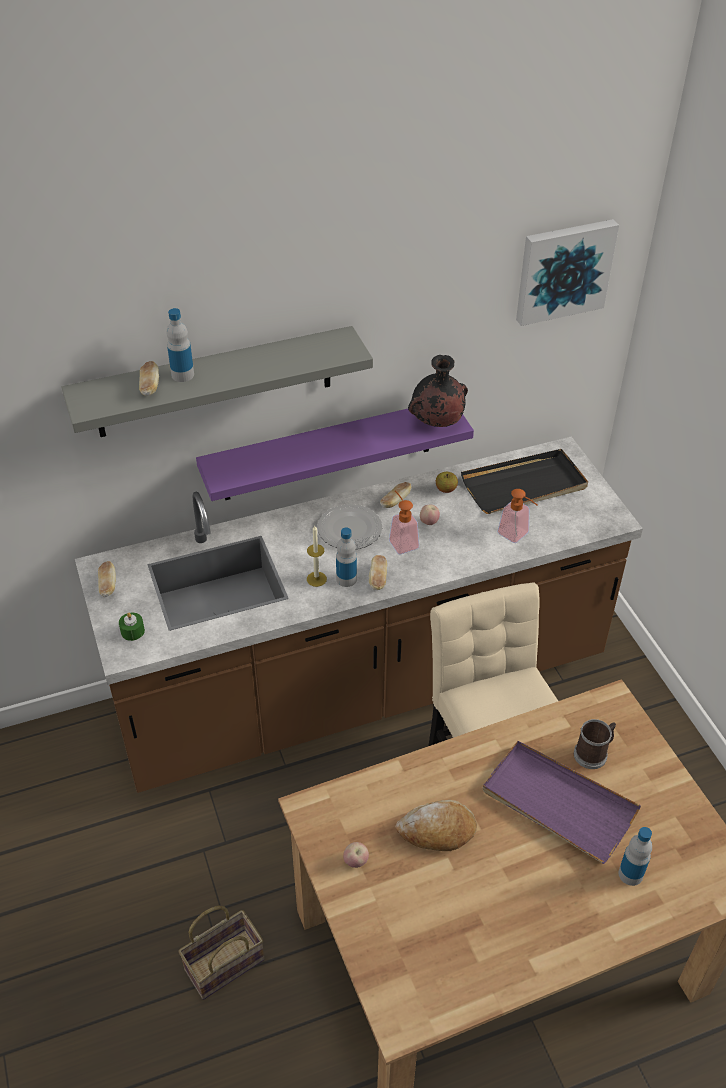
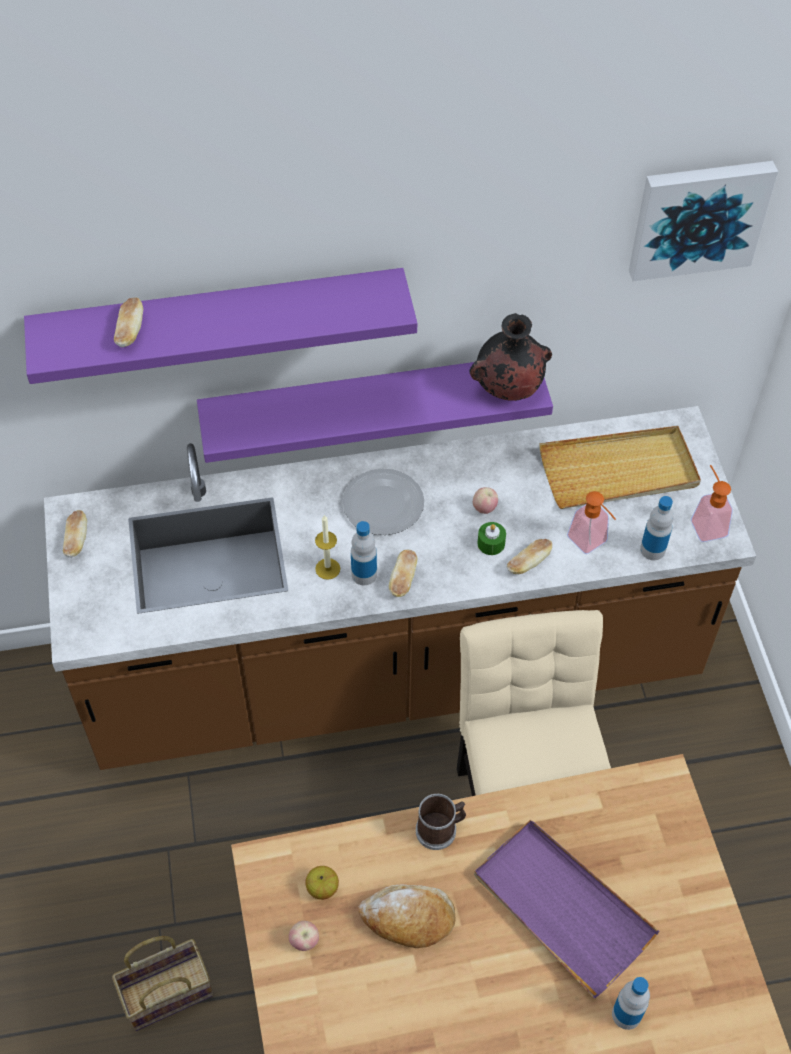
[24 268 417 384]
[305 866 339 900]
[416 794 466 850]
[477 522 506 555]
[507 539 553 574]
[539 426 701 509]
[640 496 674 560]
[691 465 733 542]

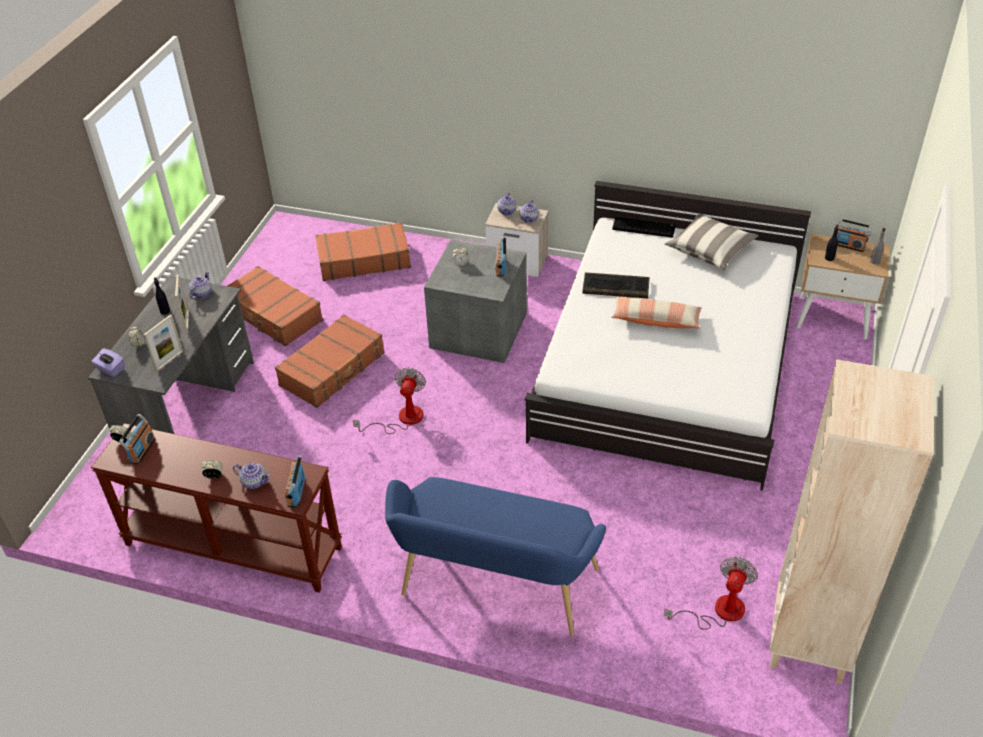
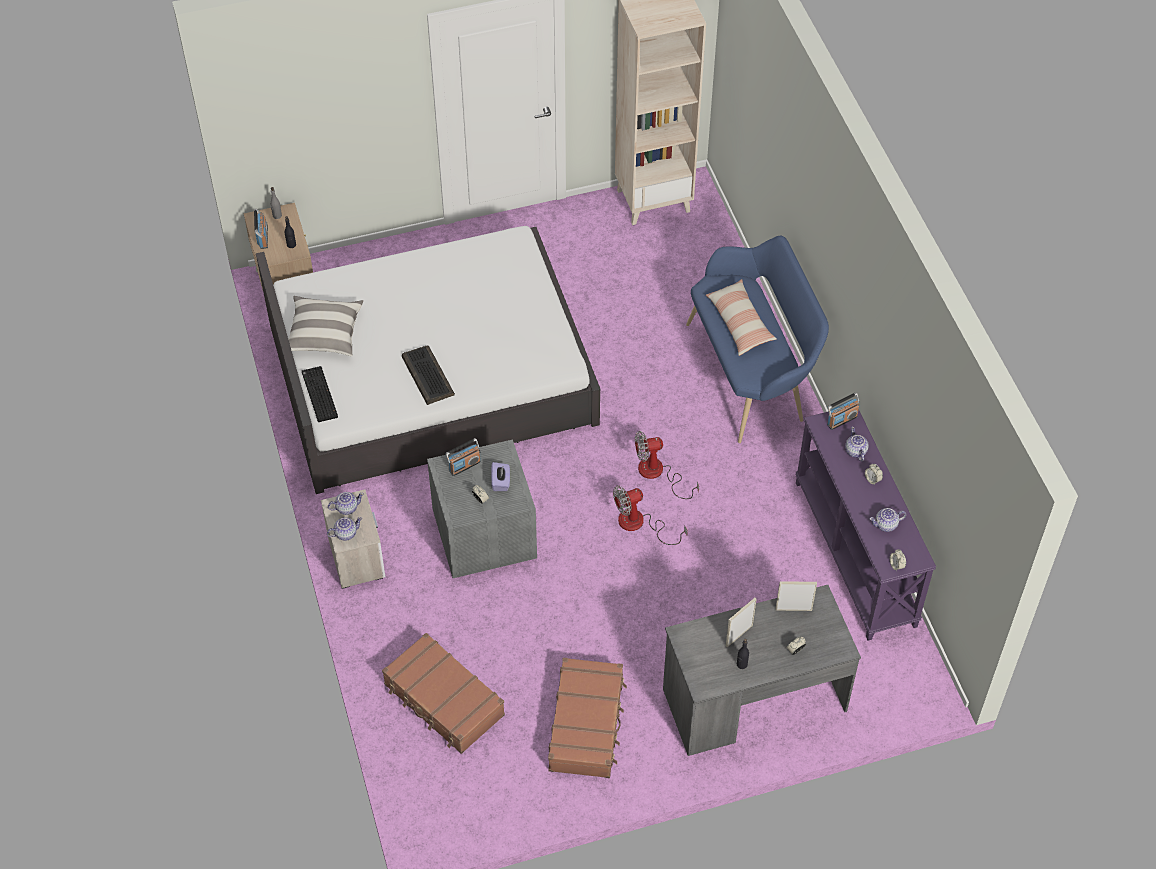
[491 462 510 491]
[635 431 699 499]
[706 279 777 356]
[795 410 936 641]
[869 508 906 532]
[119 414 155 464] (first image)
[275 314 384 408] (first image)

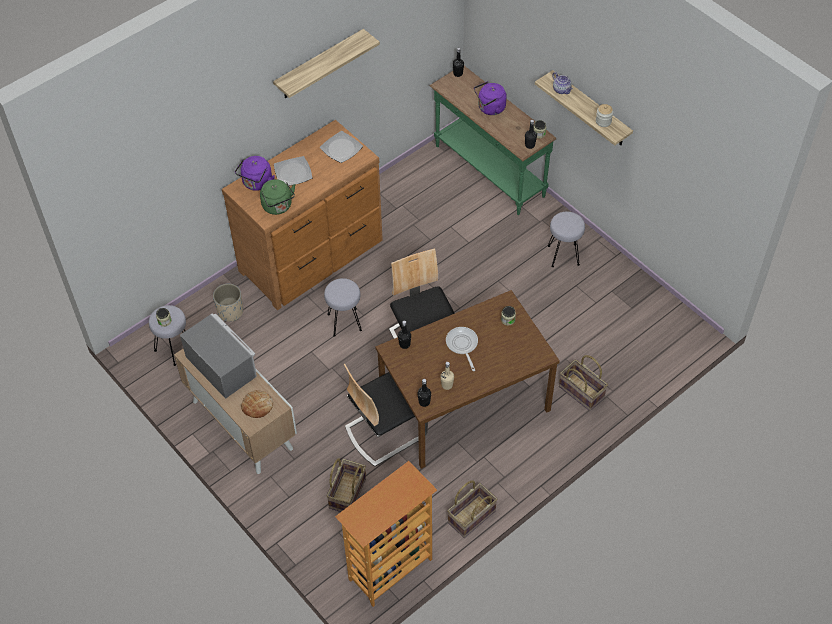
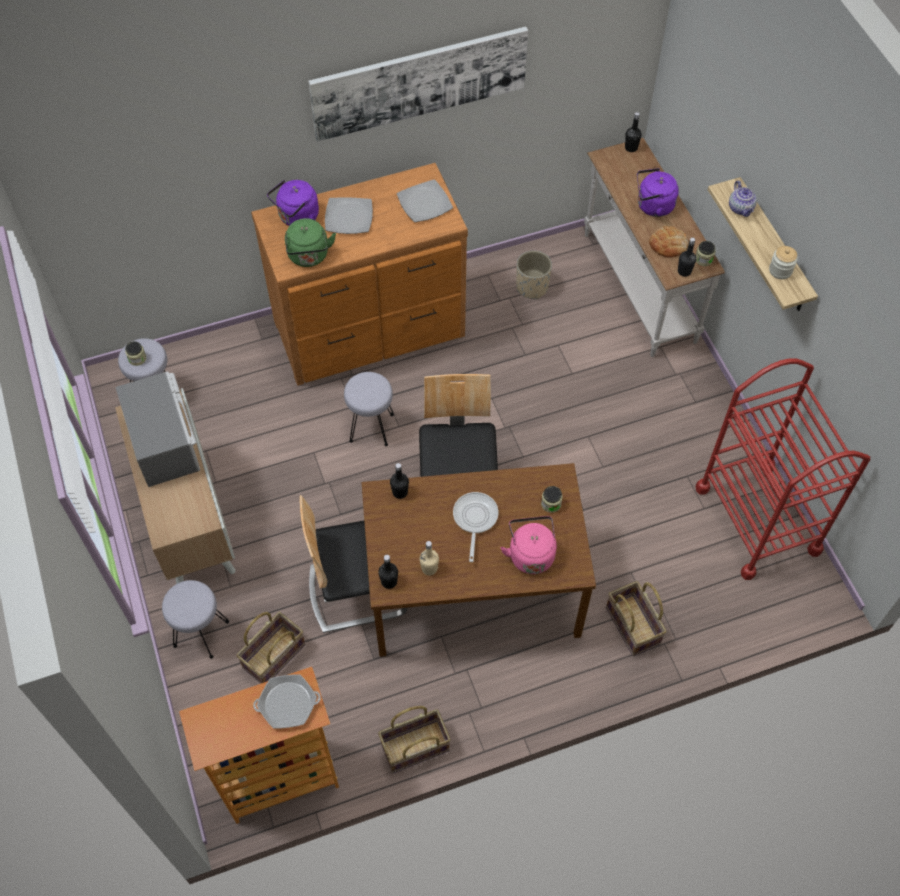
[162 580 229 659]
[253 674 321 728]
[308 27 528 142]
[501 516 557 574]
[516 251 552 299]
[584 138 725 357]
[649 226 688 258]
[696 358 870 580]

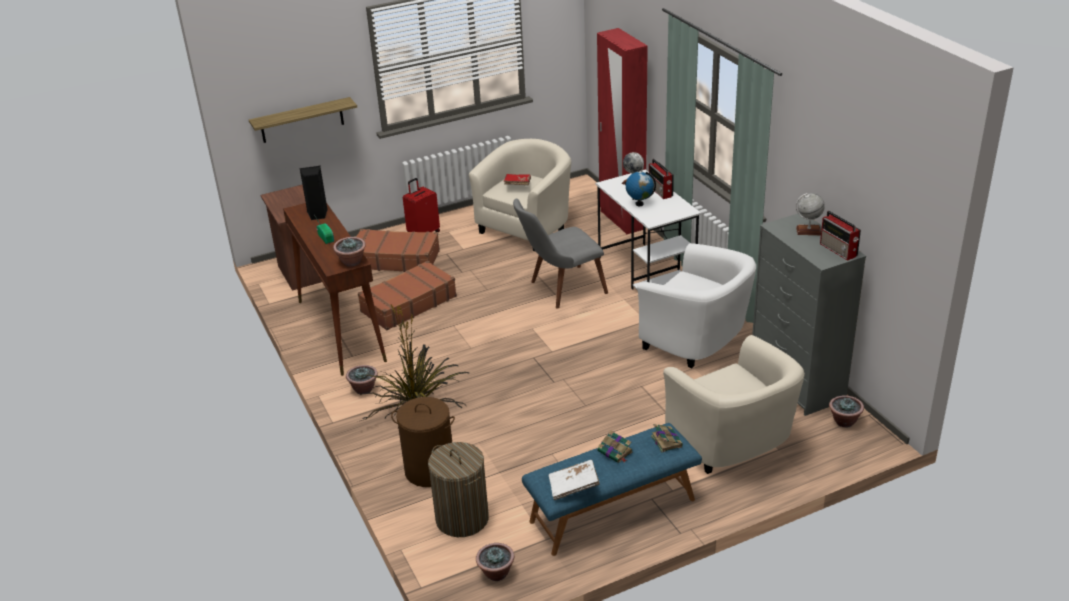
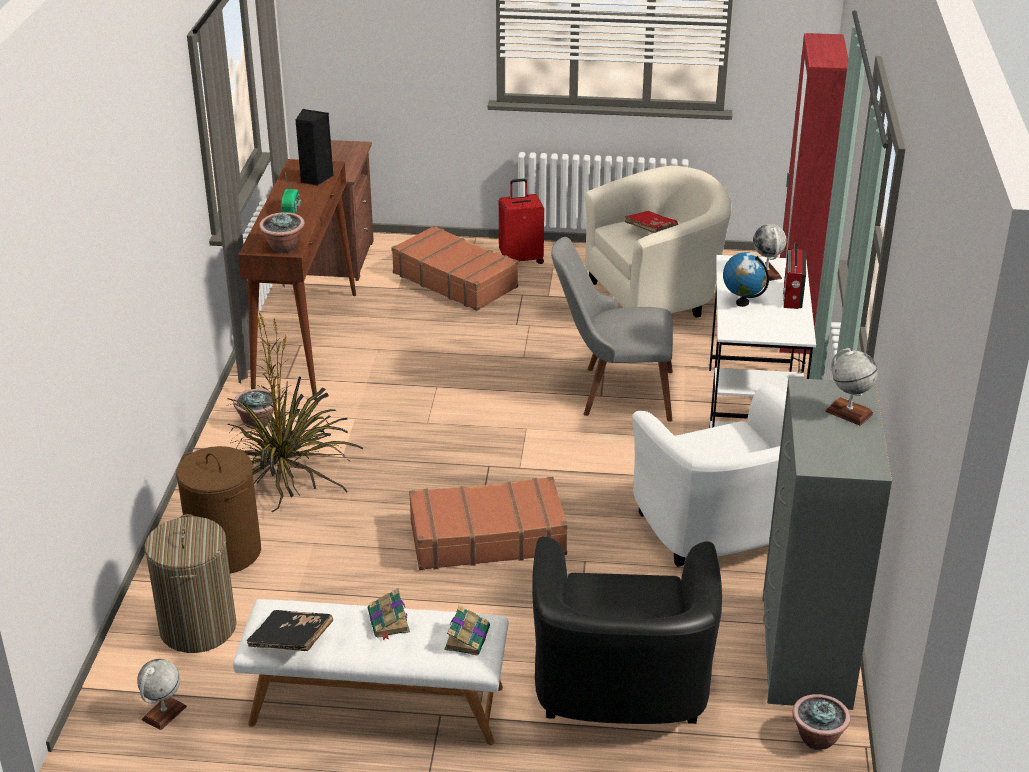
[137 659 187 730]
[233 599 508 745]
[247 610 333 651]
[409 477 568 570]
[532 536 722 724]
[249 97 357 143] (first image)
[820 211 861 261] (first image)

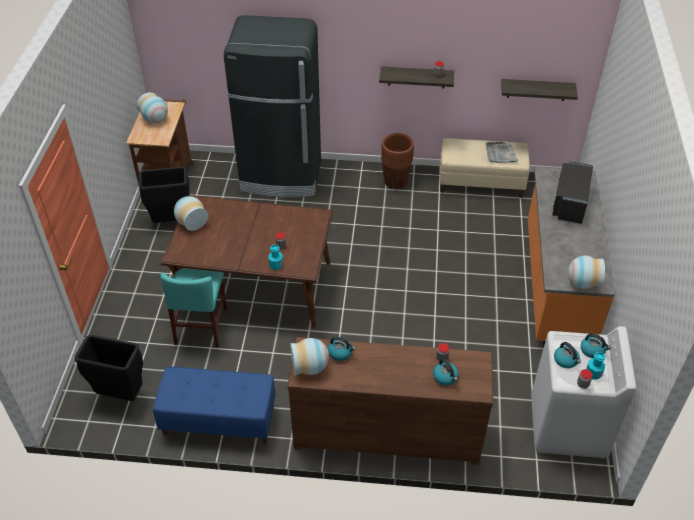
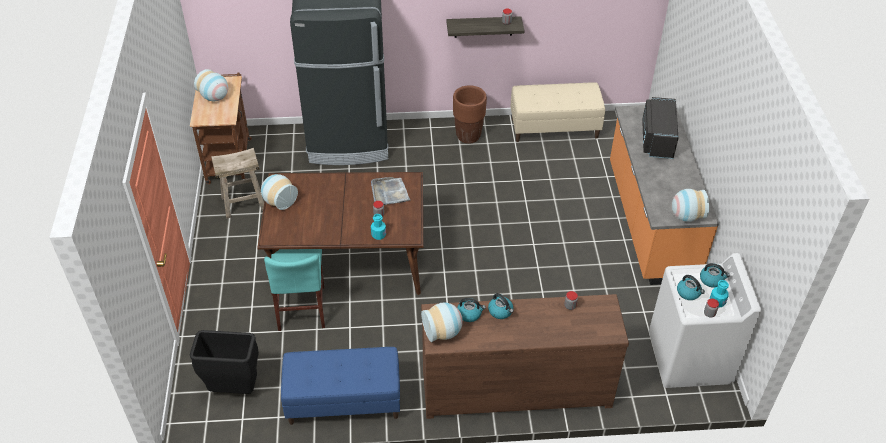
[211 148 264 219]
[371 177 410 205]
[488 293 514 319]
[501 79 578 101] (first image)

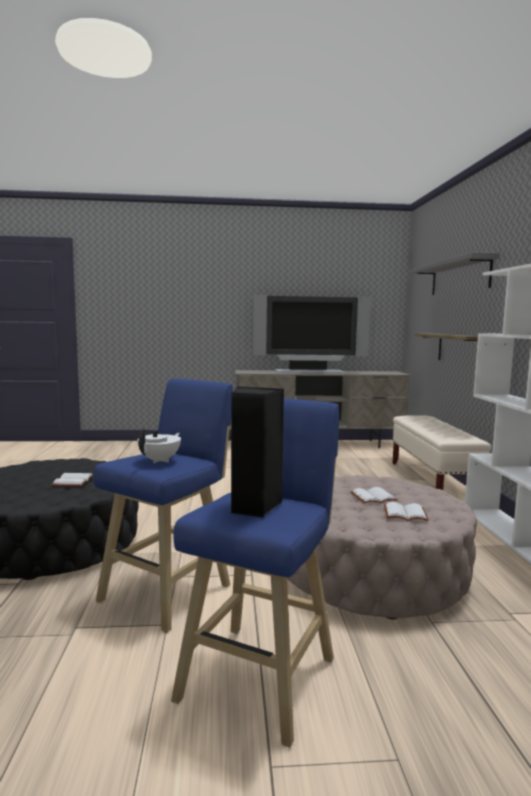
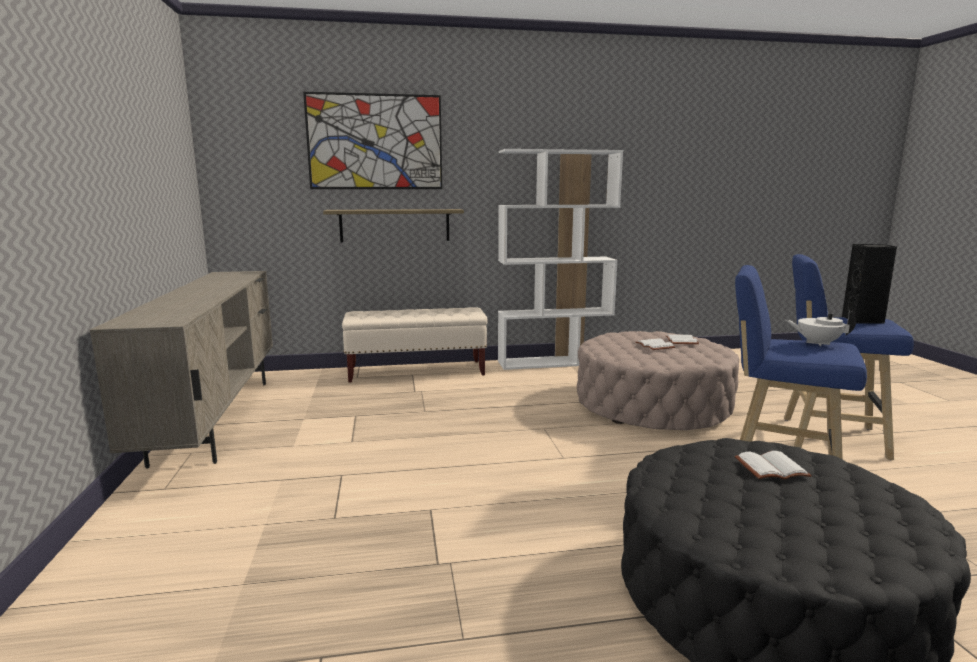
[303 92 442 189]
[253 295 371 373] (first image)

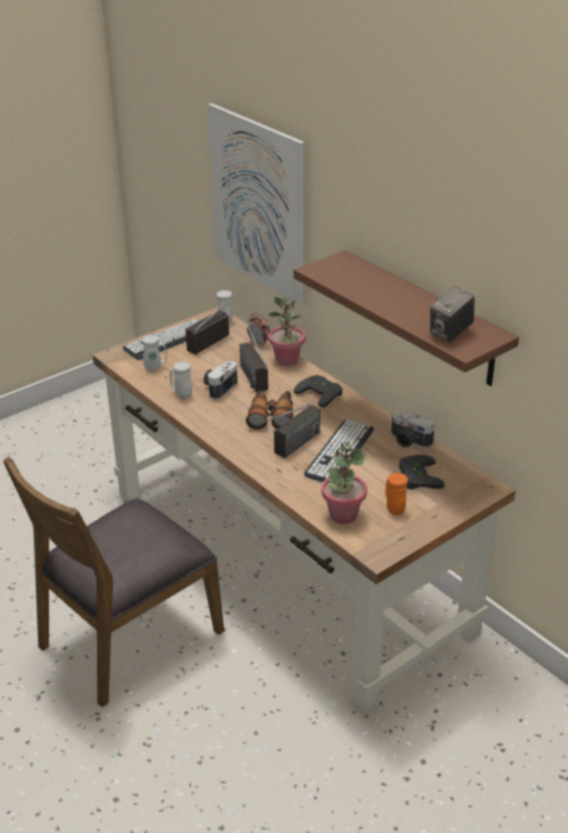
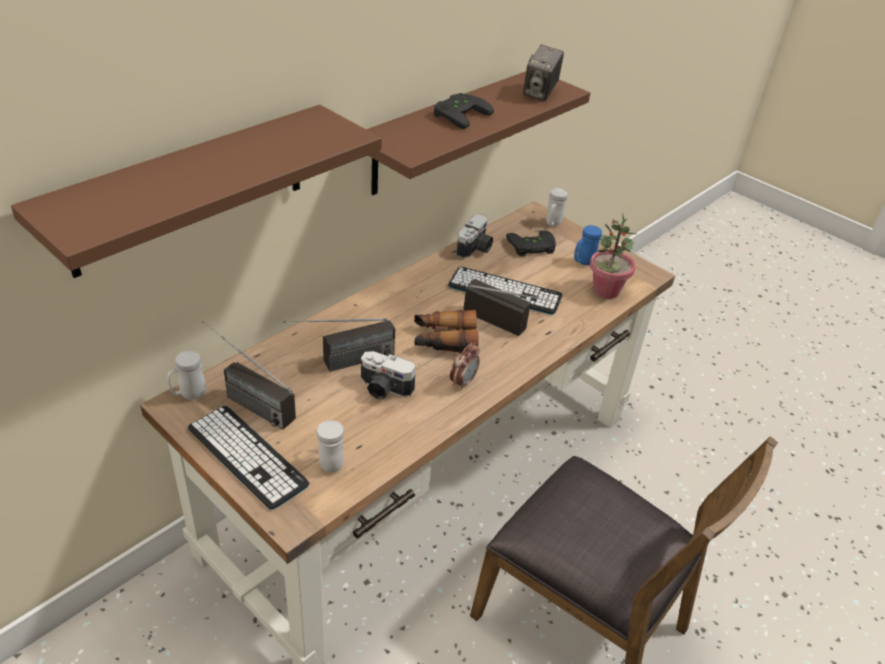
[11 105 382 278]
[434 93 494 129]
[450 343 480 390]
[523 45 564 101]
[546 188 568 226]
[574 225 602 265]
[268 297 305 366] (first image)

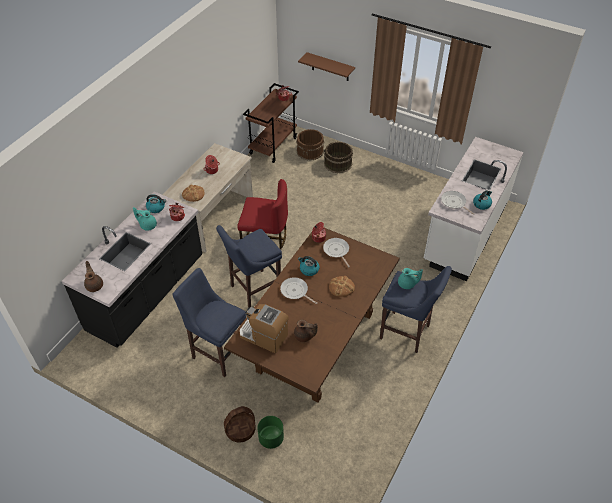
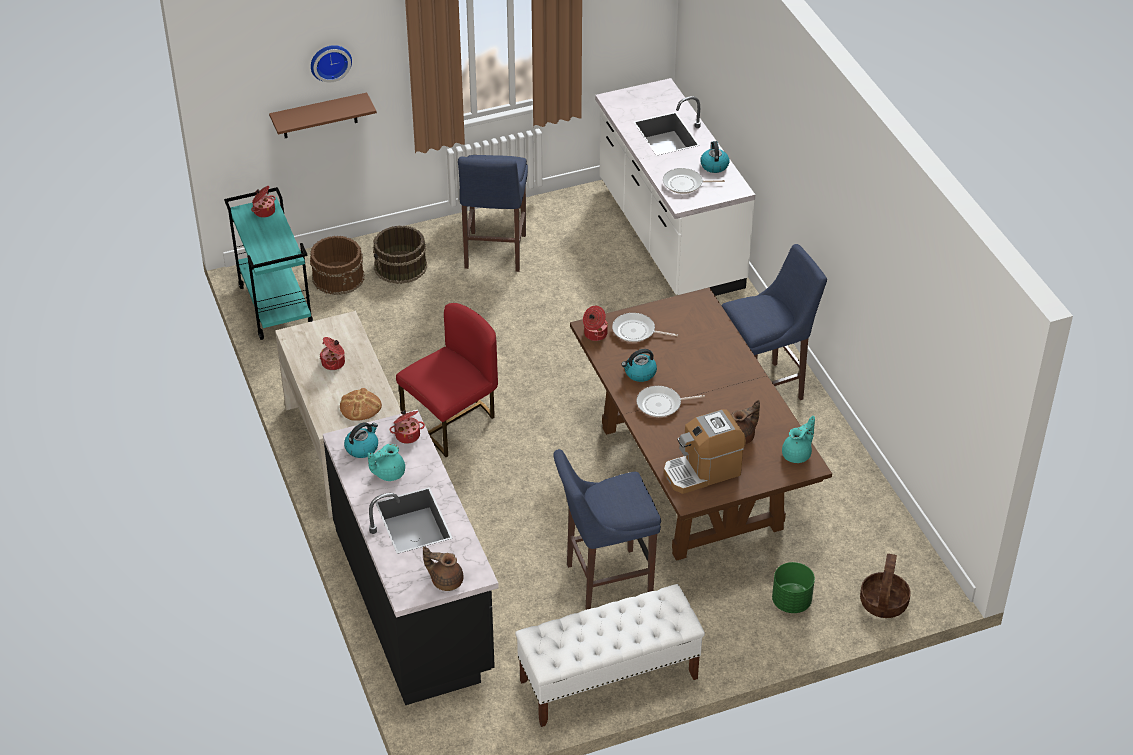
[224 187 313 340]
[311 45 352 82]
[458 155 528 272]
[515 584 705 727]
[782 416 815 463]
[860 554 911 618]
[329 276 355 297] (first image)

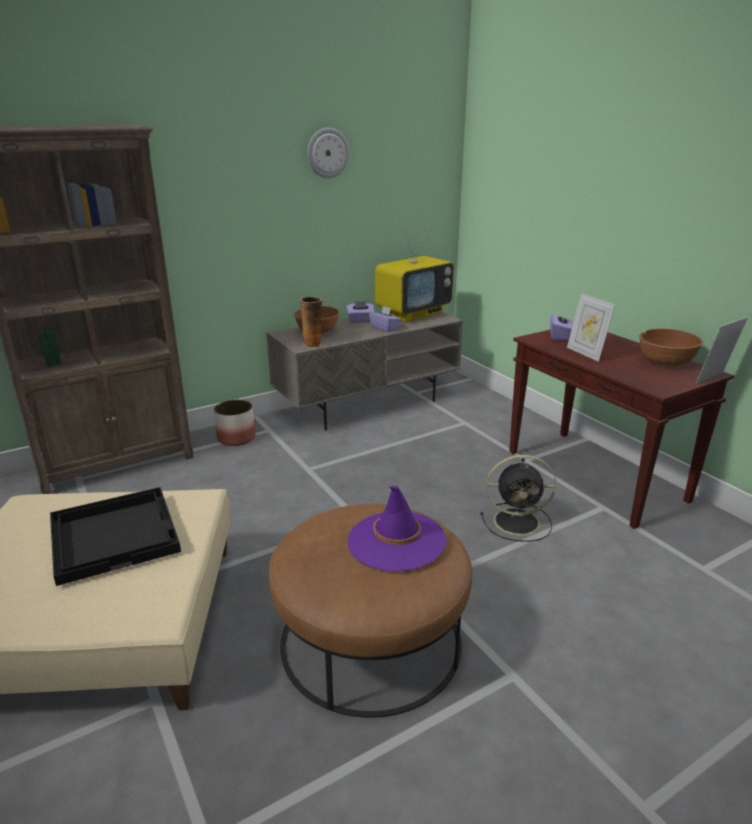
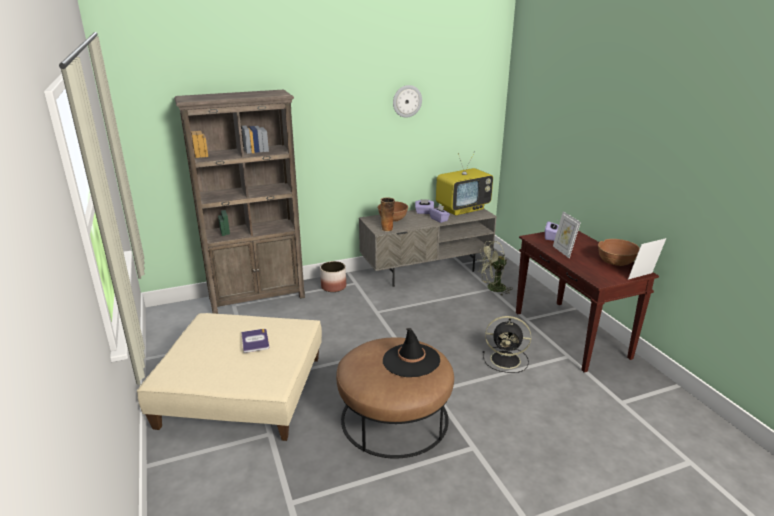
[241 329 269 353]
[383 328 440 377]
[477 241 512 296]

